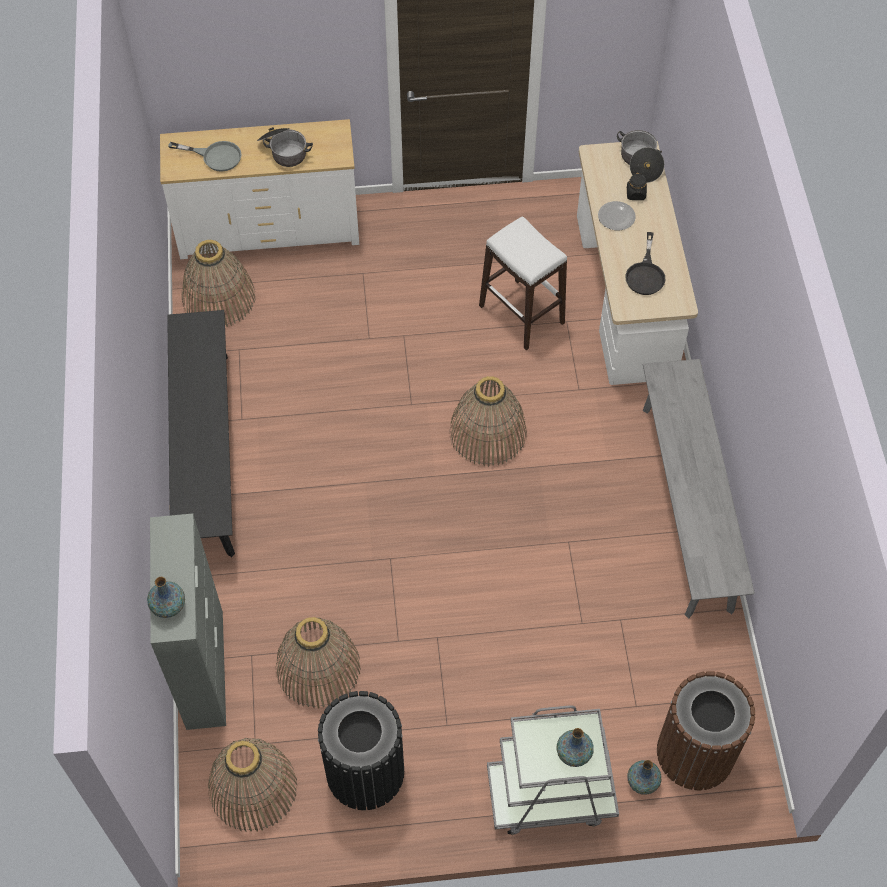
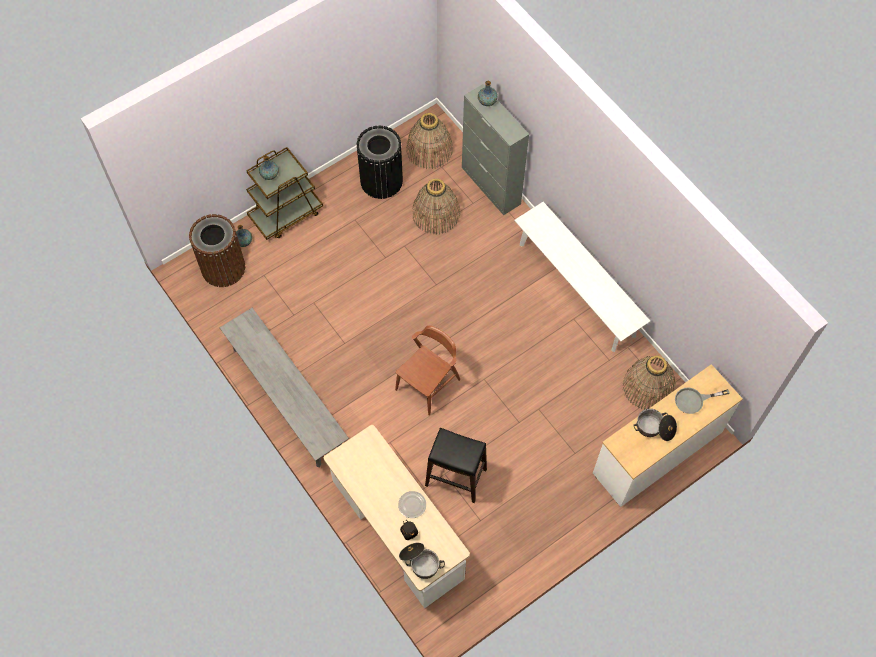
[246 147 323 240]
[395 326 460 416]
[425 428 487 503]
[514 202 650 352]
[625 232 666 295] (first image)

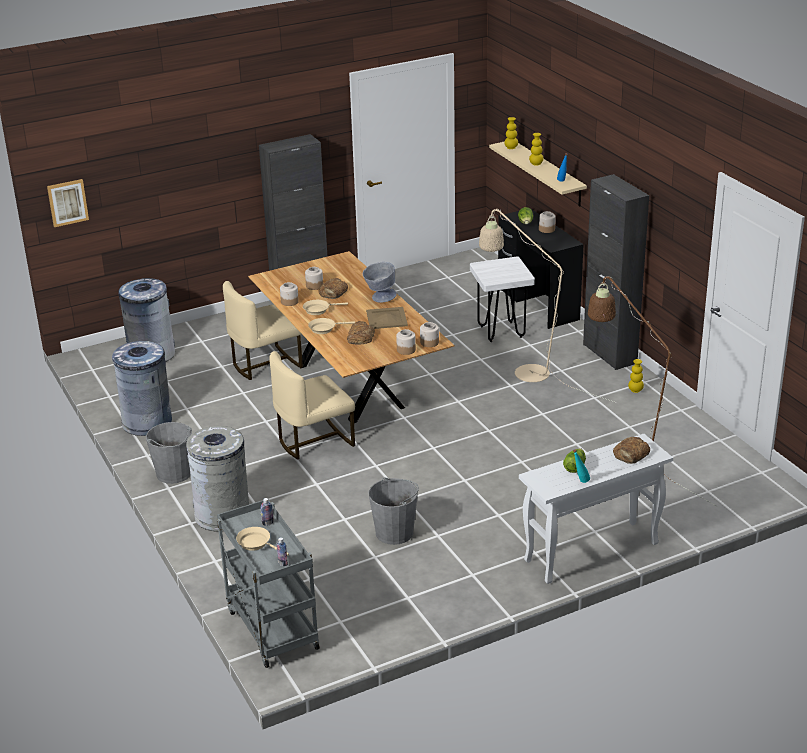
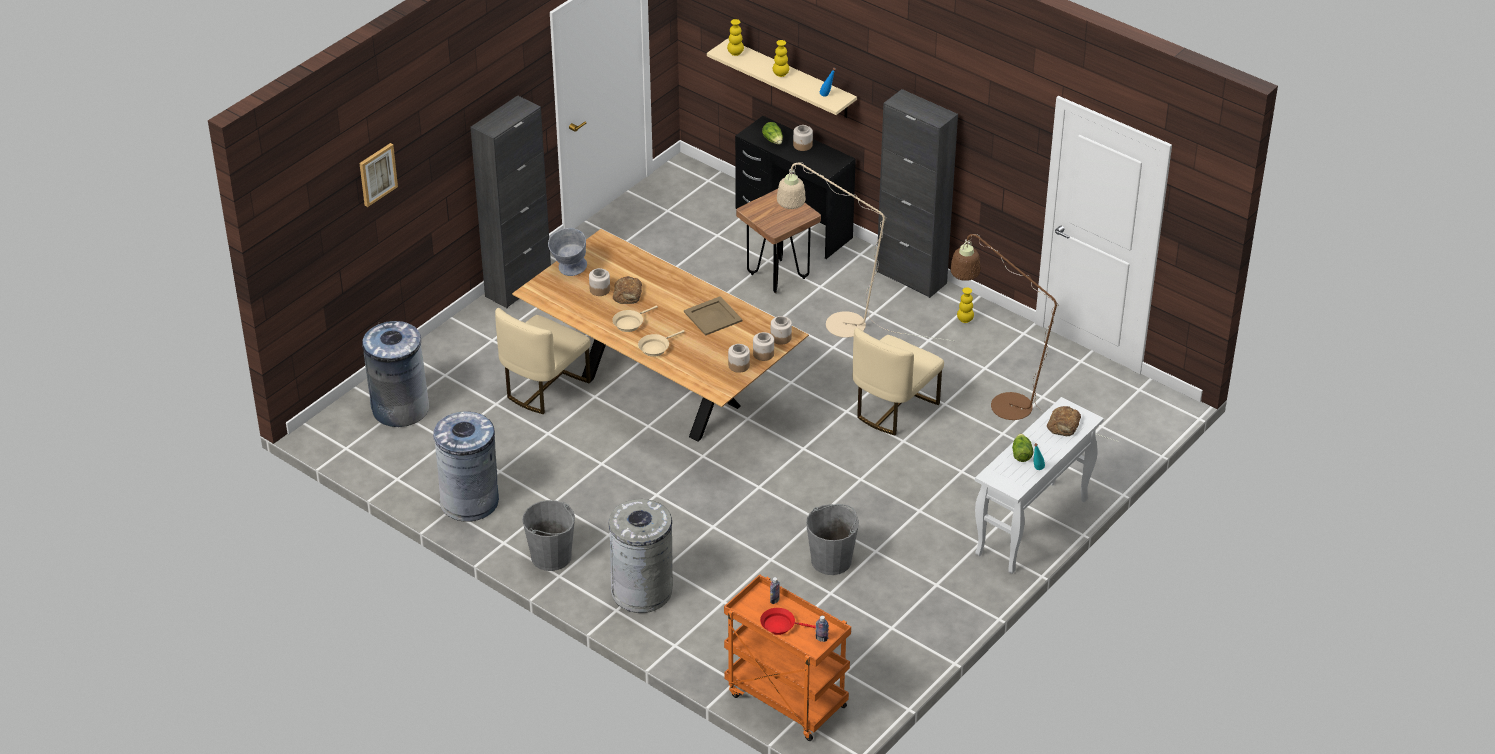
[359 143 398 207]
[548 228 587 276]
[724 574 851 741]
[728 344 750 373]
[736 189 821 293]
[760 608 816 635]
[853 328 944 435]
[347 321 375 344] (first image)

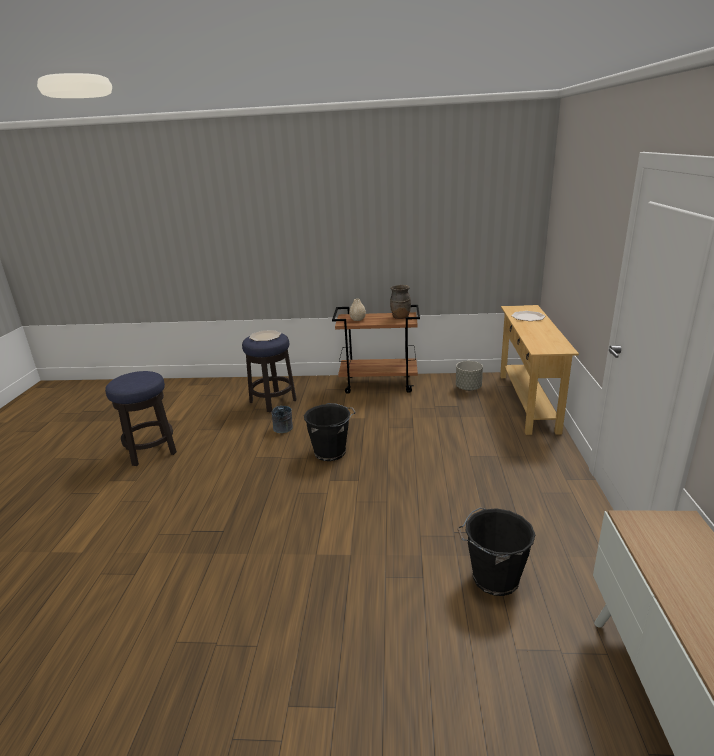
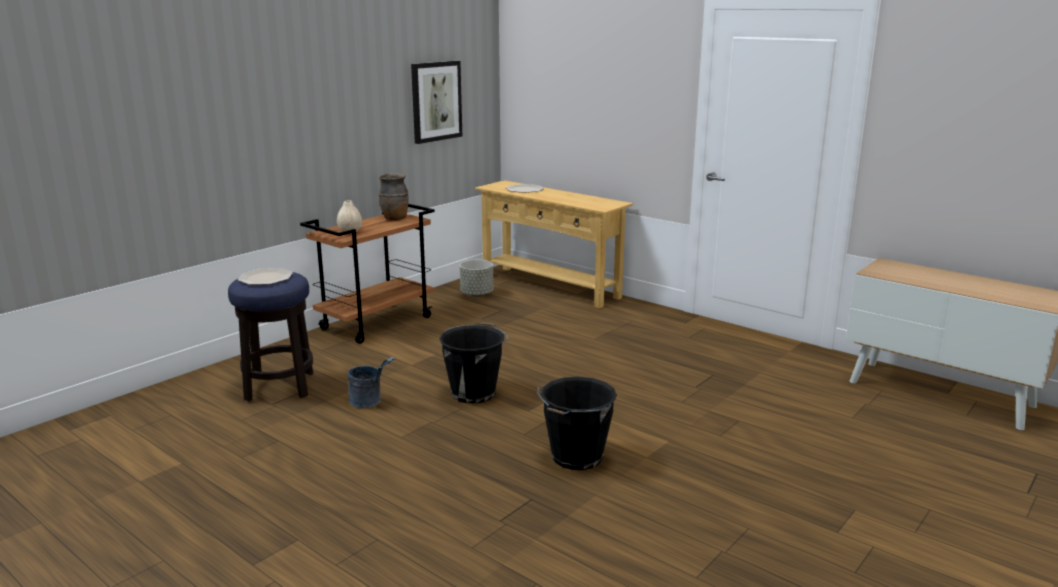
[411 61 462 144]
[537 377 617 470]
[105 371 177 466] (first image)

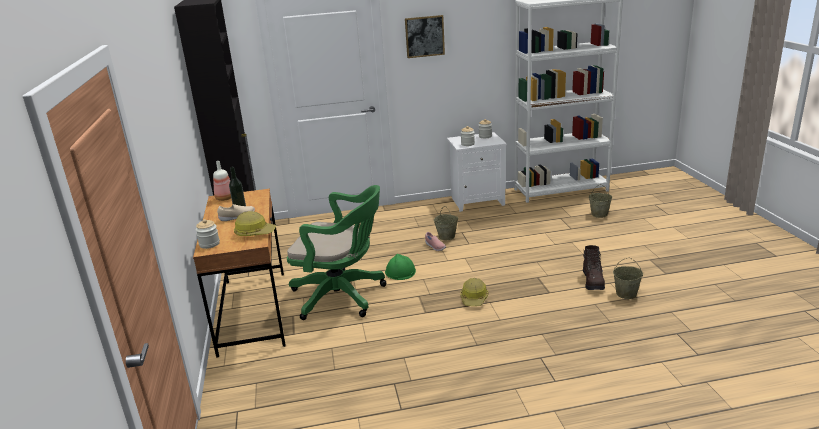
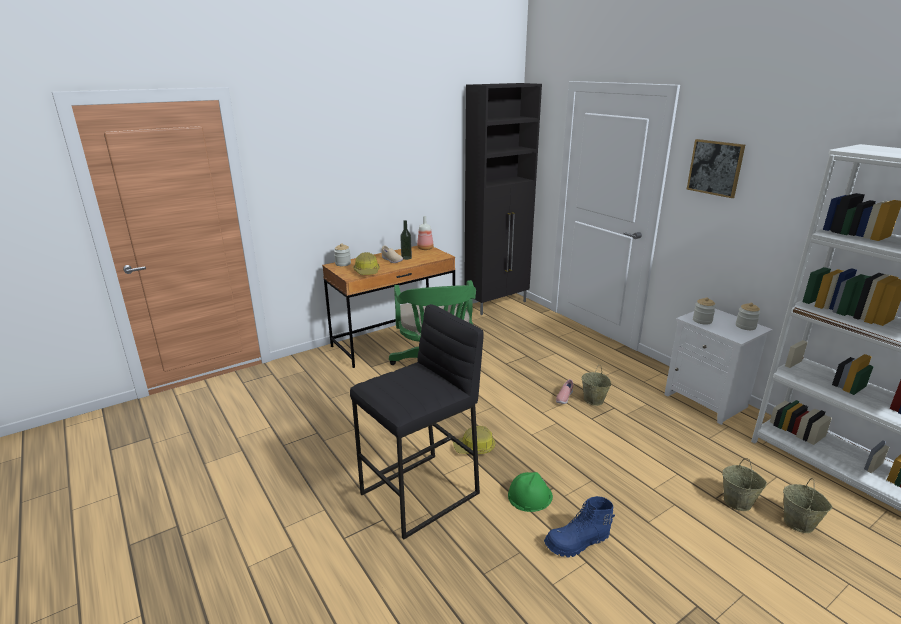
[350 304 484 540]
[508 472 553 512]
[544 496 615 557]
[722 458 767 511]

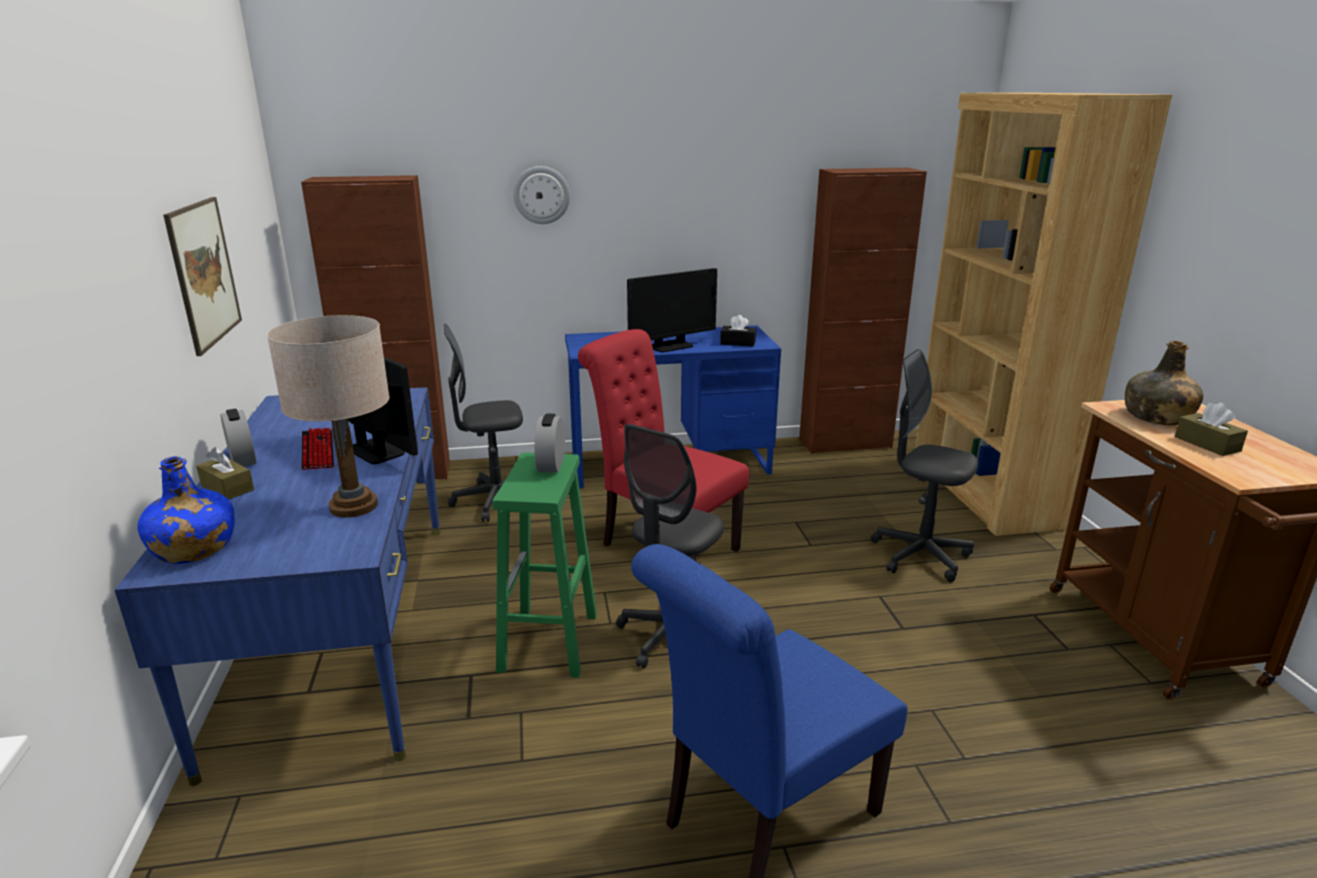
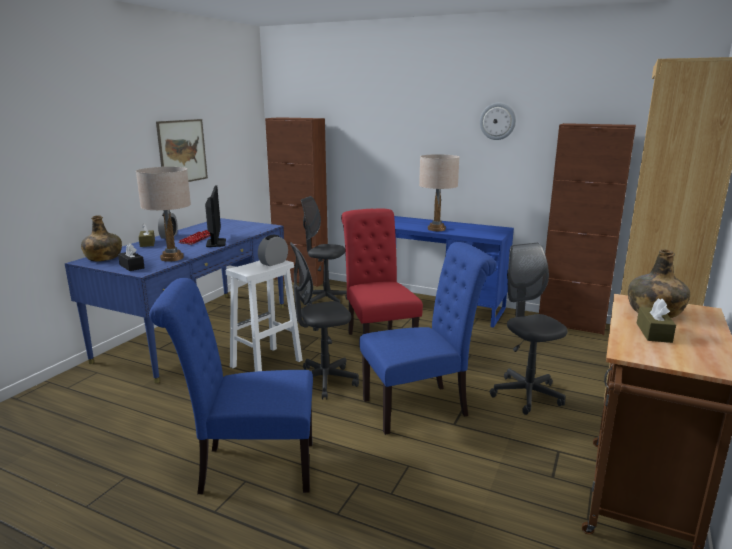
[81 215 122 262]
[118 244 145 271]
[226 260 302 372]
[359 242 497 435]
[419 154 460 231]
[480 103 516 140]

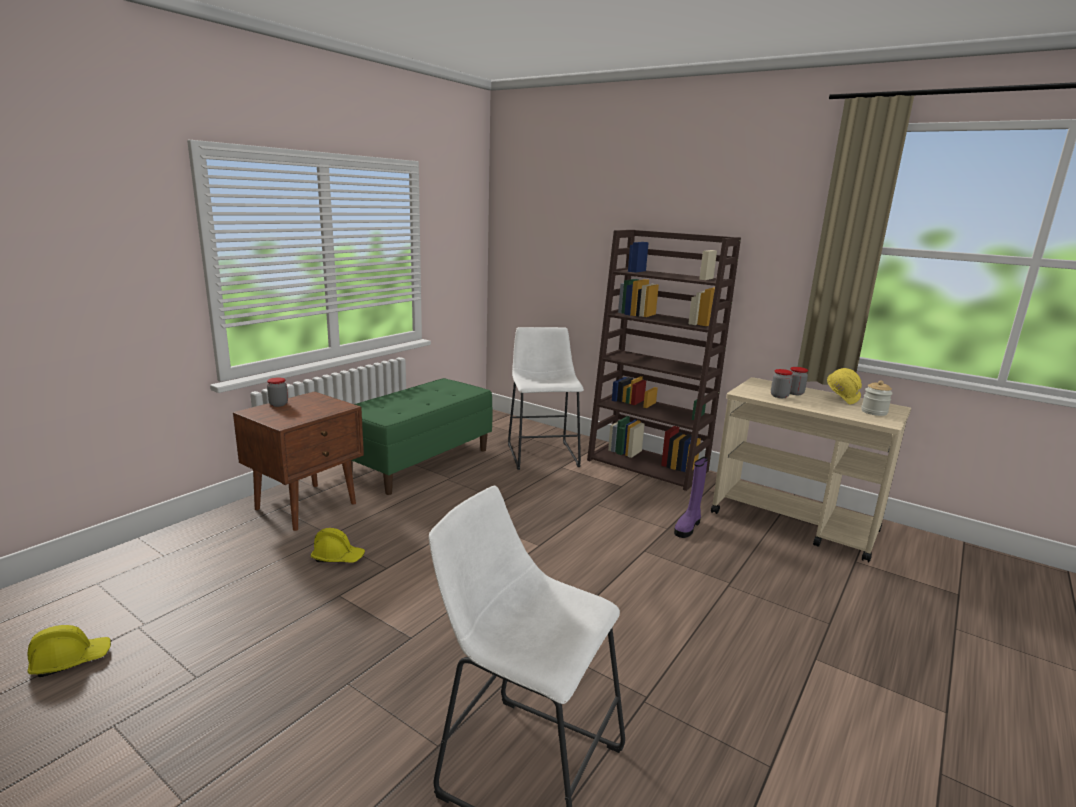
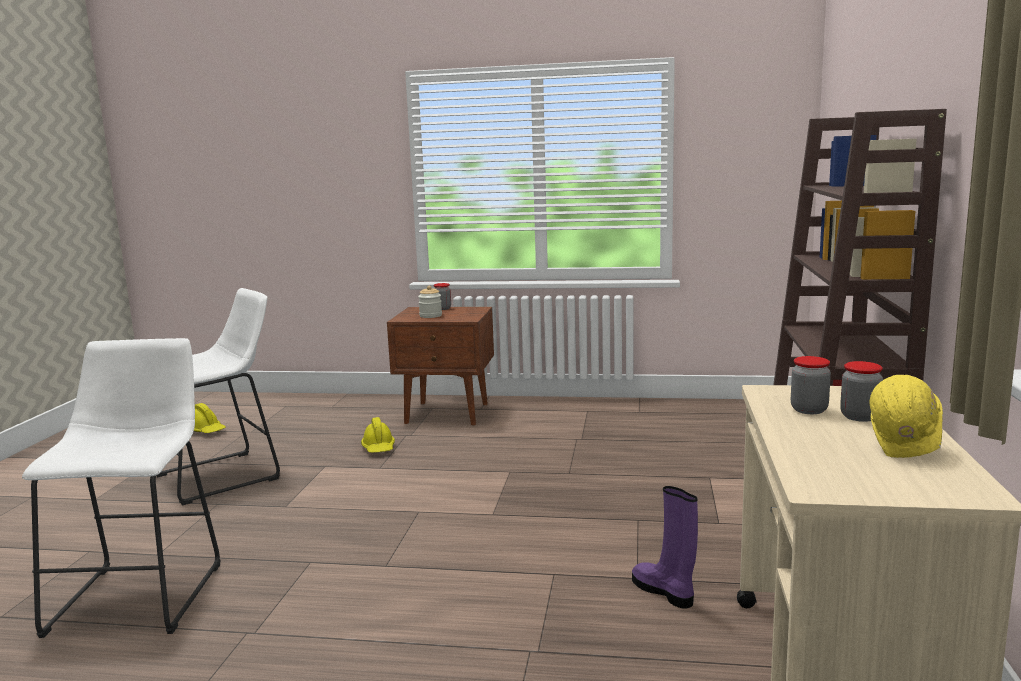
[156 288 280 505]
[418 286 442 318]
[632 486 698 609]
[351 378 493 495] (first image)

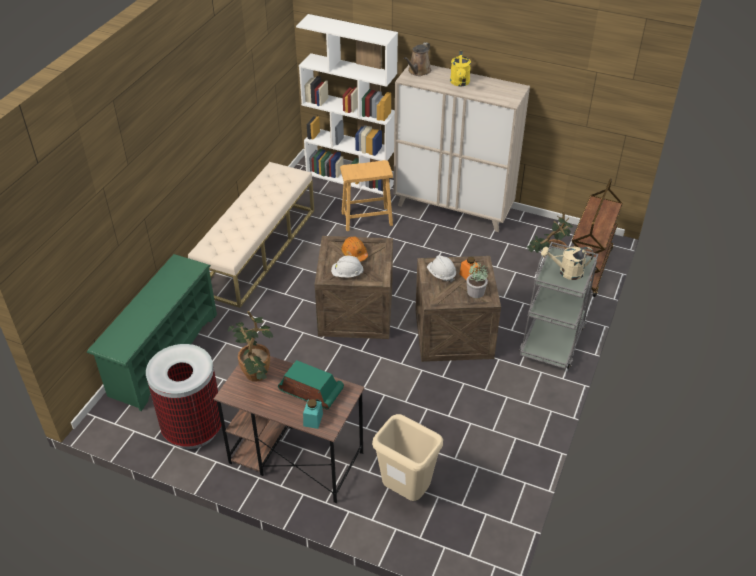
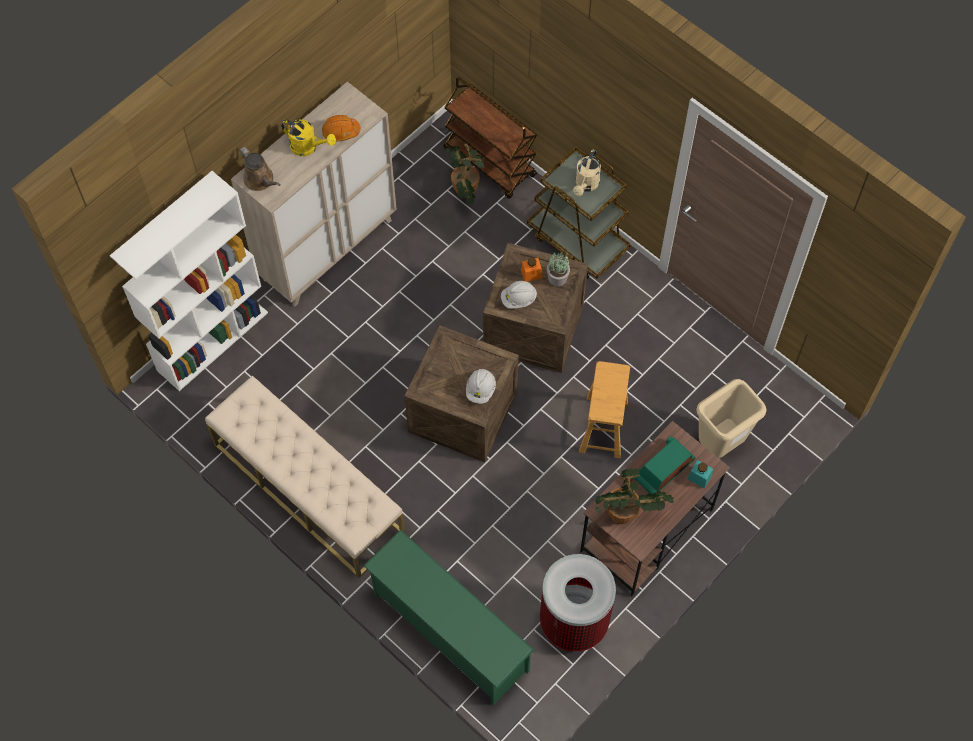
[322 115 361 141]
[527 146 631 279]
[579 361 630 458]

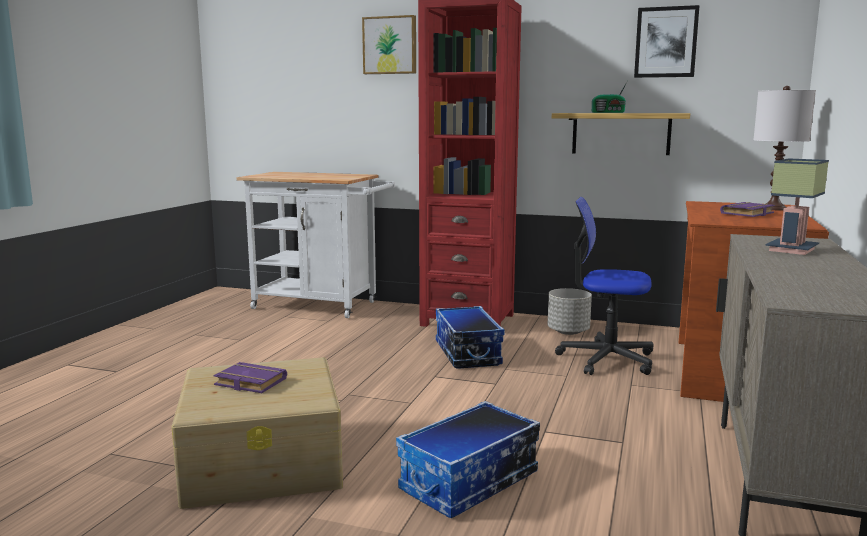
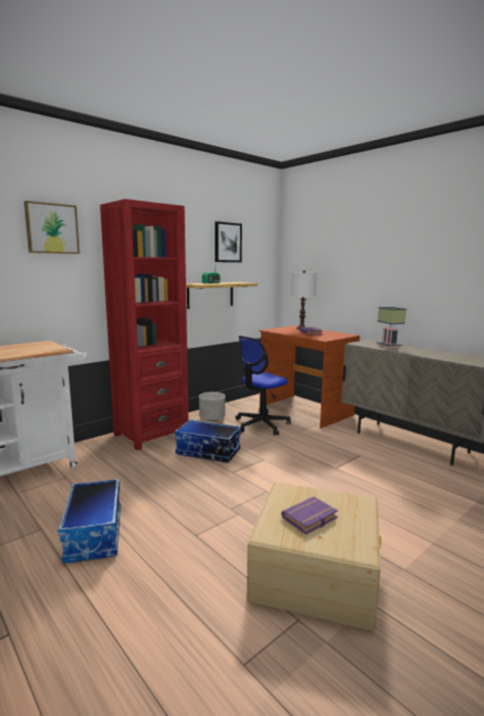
[58 479 121 563]

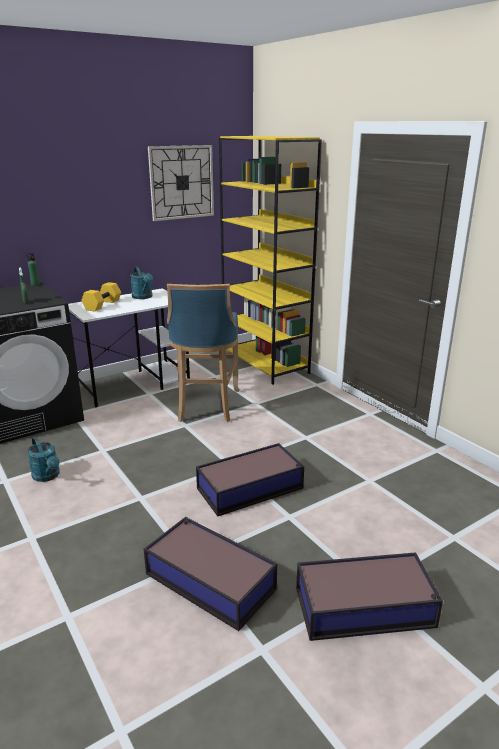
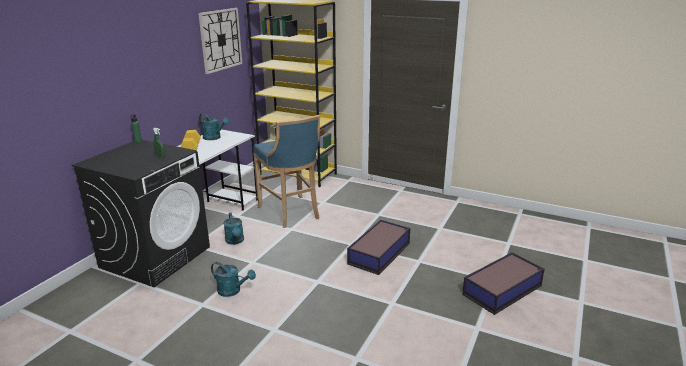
[223 213 244 245]
[144 517 277 631] (first image)

